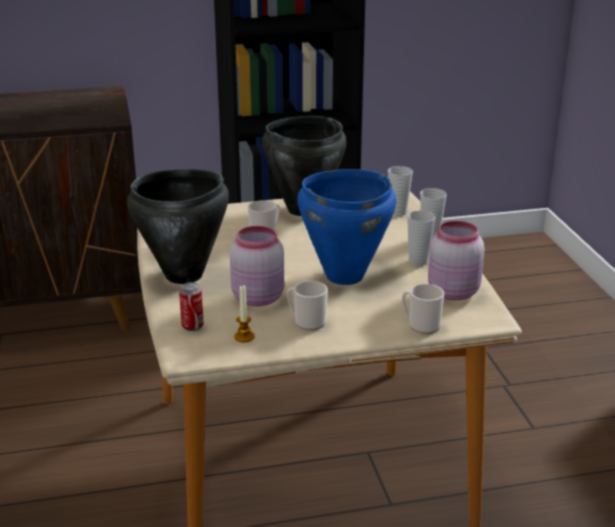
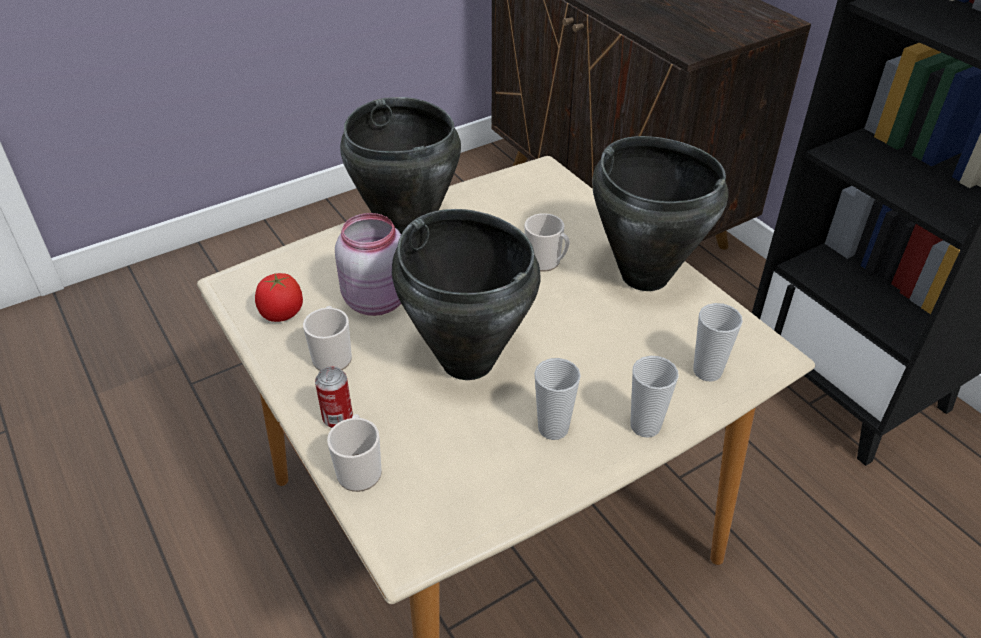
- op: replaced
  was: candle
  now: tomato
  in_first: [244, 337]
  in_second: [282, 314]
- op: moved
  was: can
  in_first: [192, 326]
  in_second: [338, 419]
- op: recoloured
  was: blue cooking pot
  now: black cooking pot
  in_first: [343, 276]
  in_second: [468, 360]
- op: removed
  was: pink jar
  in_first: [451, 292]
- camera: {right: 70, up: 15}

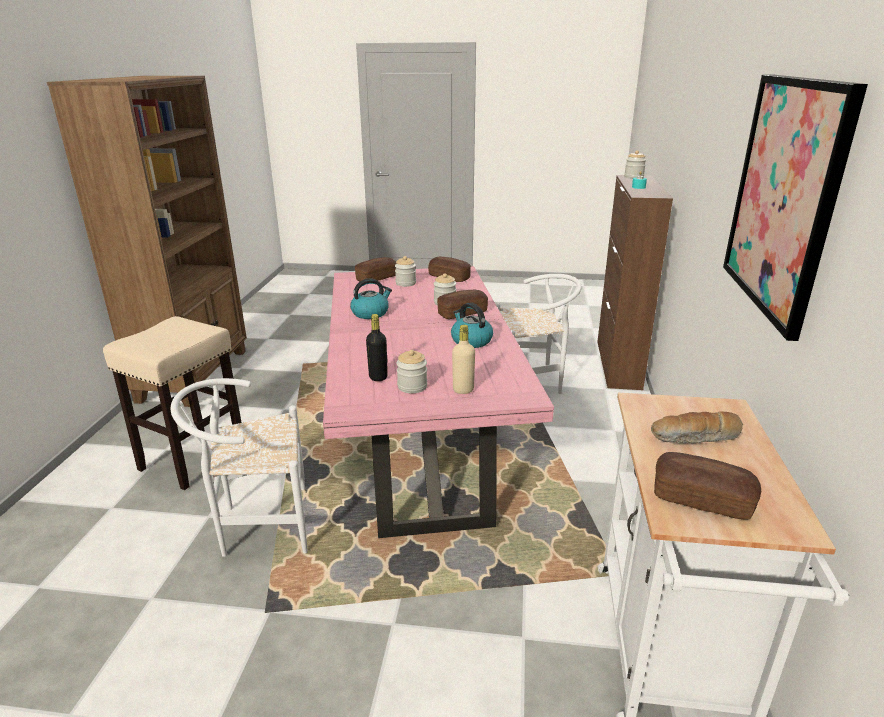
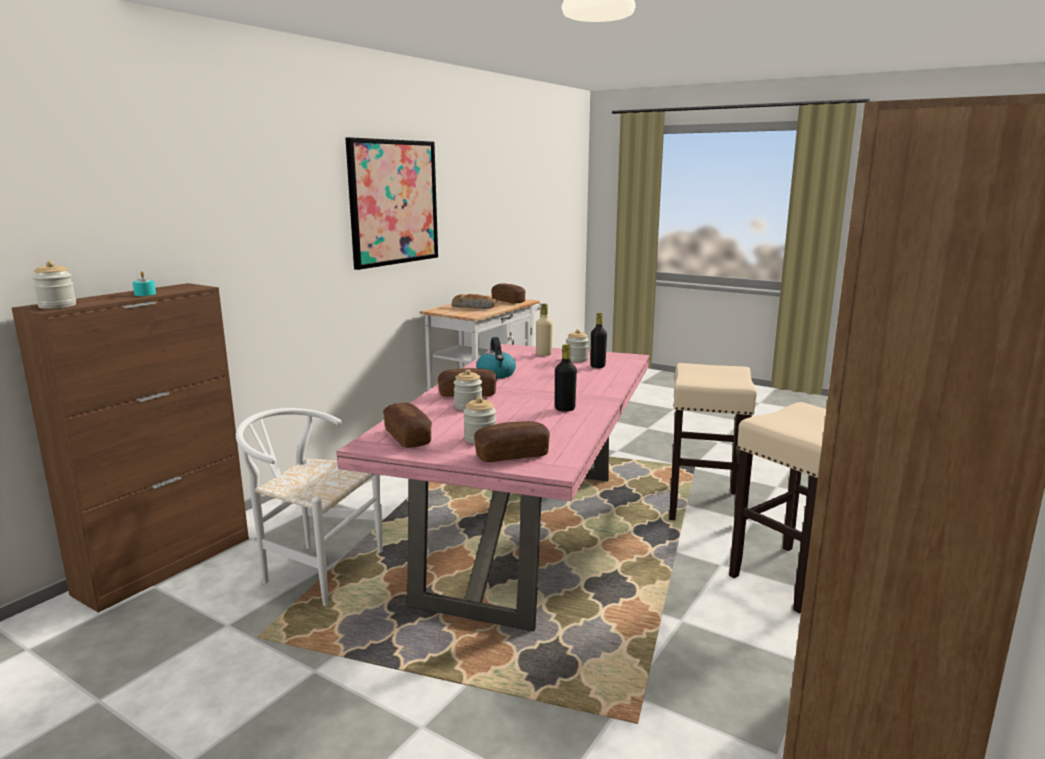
- op: replaced
  was: kettle
  now: black bottle
  in_first: [370, 313]
  in_second: [565, 409]
- op: replaced
  was: white chair
  now: beige stool
  in_first: [258, 525]
  in_second: [704, 506]
- camera: {right: -155, up: -10}

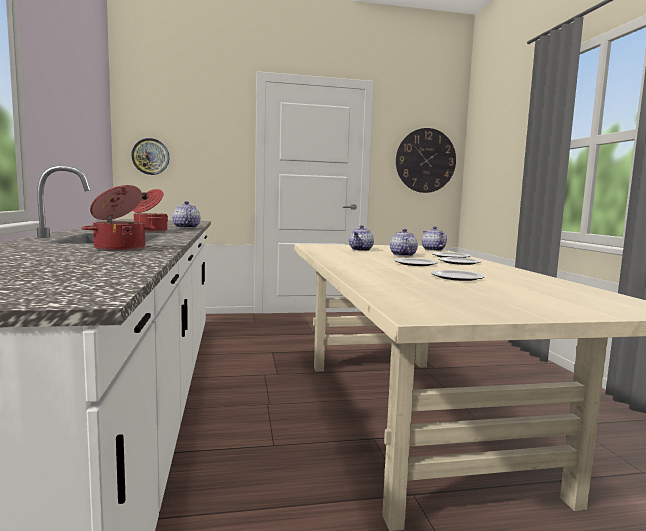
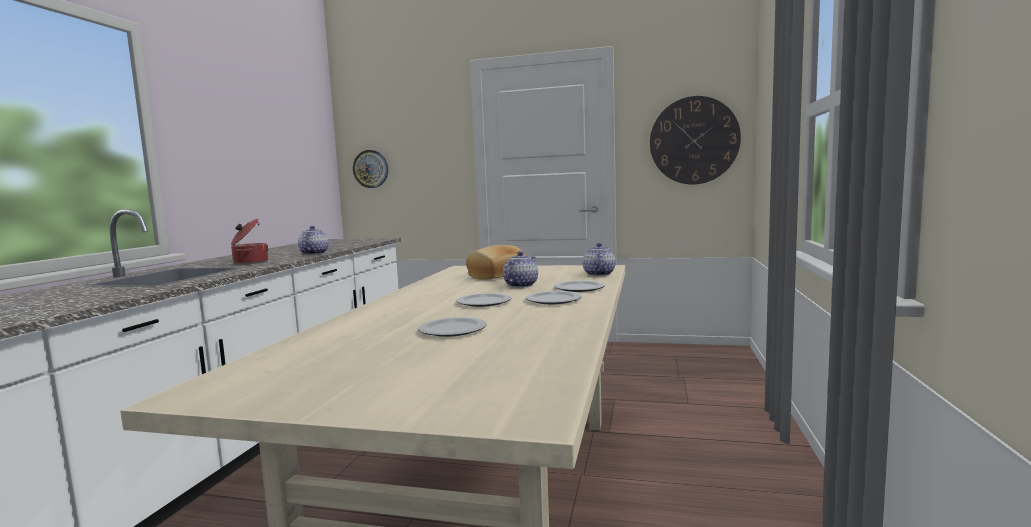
- op: replaced
  was: teapot
  now: bread
  in_first: [361, 250]
  in_second: [498, 275]
- op: removed
  was: cooking pot
  in_first: [119, 249]
- camera: {right: 25, up: 0}

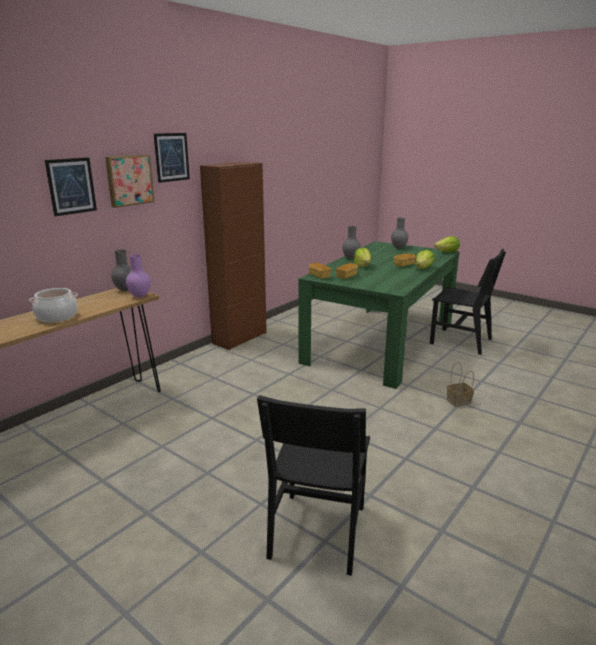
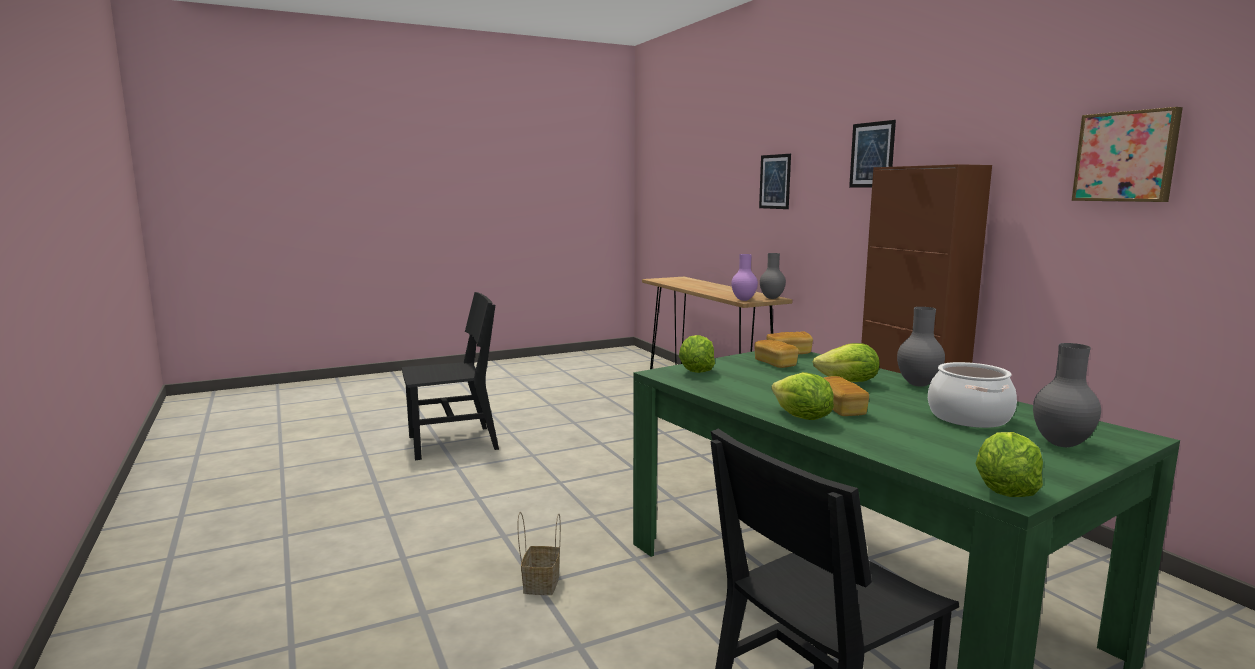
- op: turned
  was: black chair
  in_first: [317, 531]
  in_second: [453, 443]
  clockwise: 120
- op: added
  now: lettuce
  in_second: [696, 371]
- op: moved
  was: cooking pot
  in_first: [57, 317]
  in_second: [968, 417]
- op: moved
  was: picture
  in_first: [129, 180]
  in_second: [1126, 157]
- camera: {right: 115, up: -10}

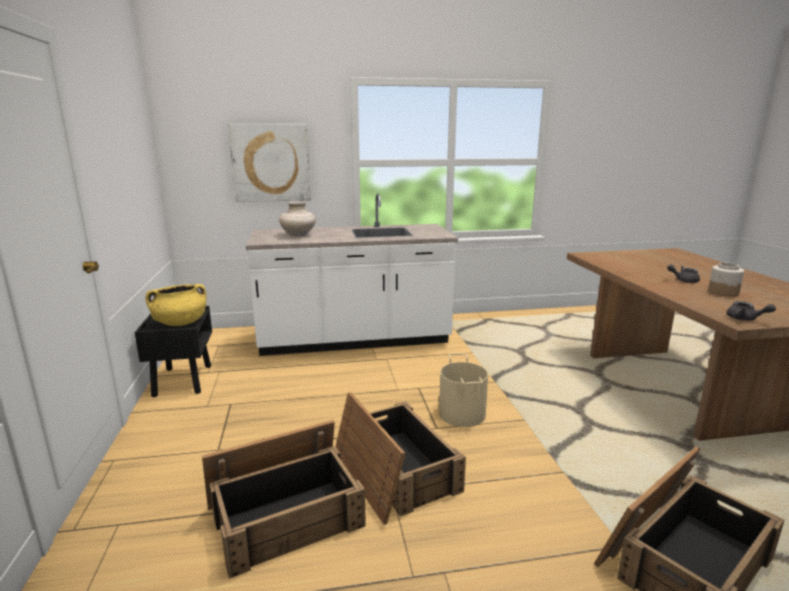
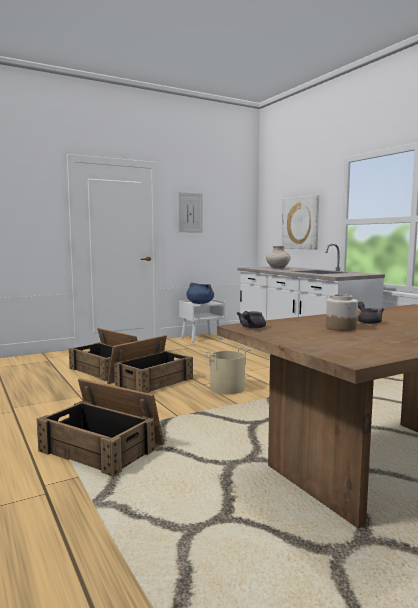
- op: added
  now: picture
  in_second: [190, 212]
- op: recoloured
  was: black nightstand
  now: white nightstand
  in_first: [183, 380]
  in_second: [202, 338]
- op: recoloured
  was: yellow cooking pot
  now: blue cooking pot
  in_first: [180, 323]
  in_second: [200, 303]
- camera: {right: 70, up: -10}

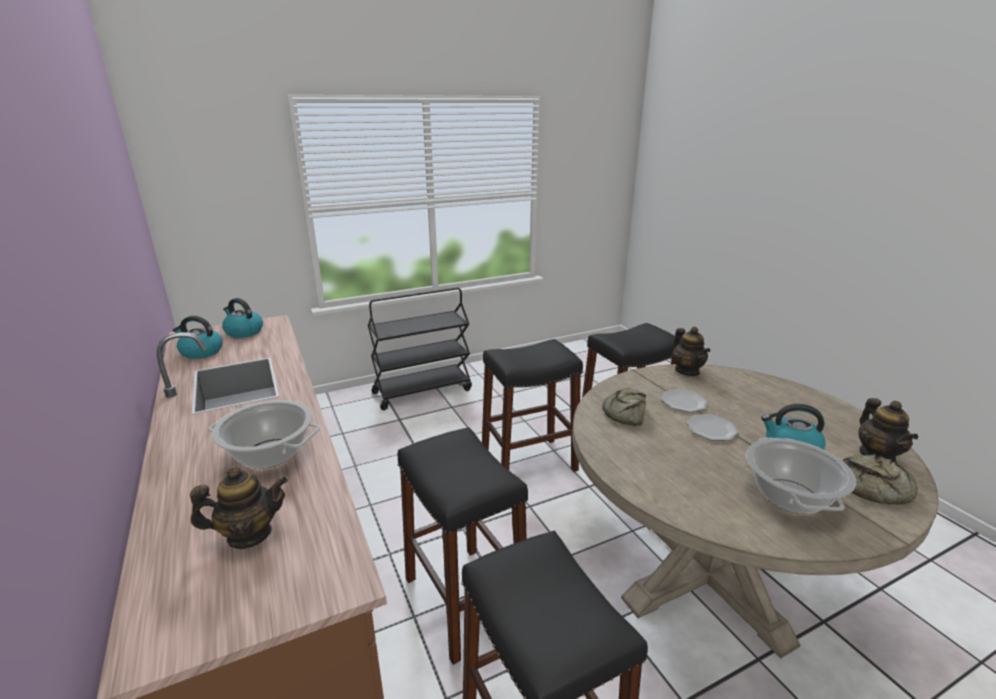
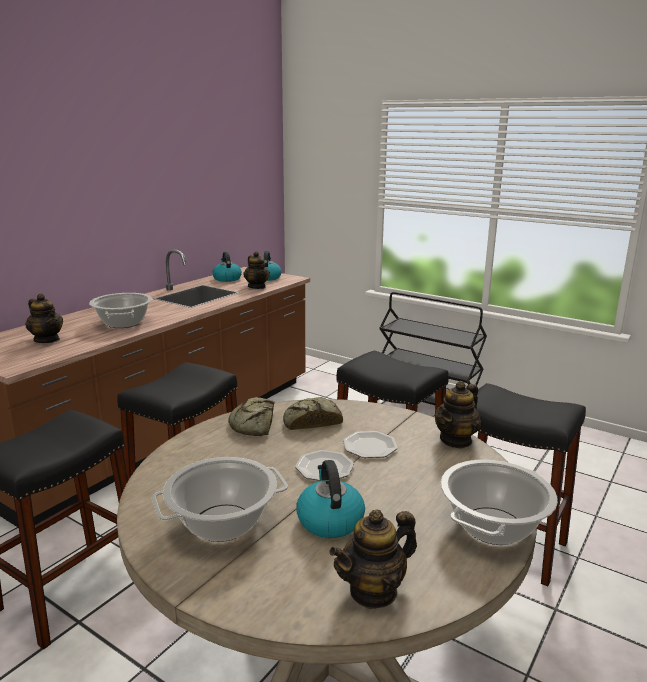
- op: moved
  was: bread
  in_first: [875, 488]
  in_second: [254, 424]
- op: added
  now: teapot
  in_second: [257, 287]
- op: added
  now: cooking pot
  in_second: [493, 527]
- camera: {right: 60, up: -5}

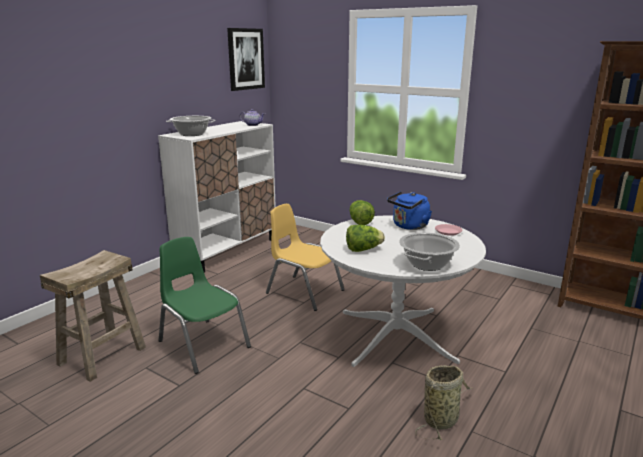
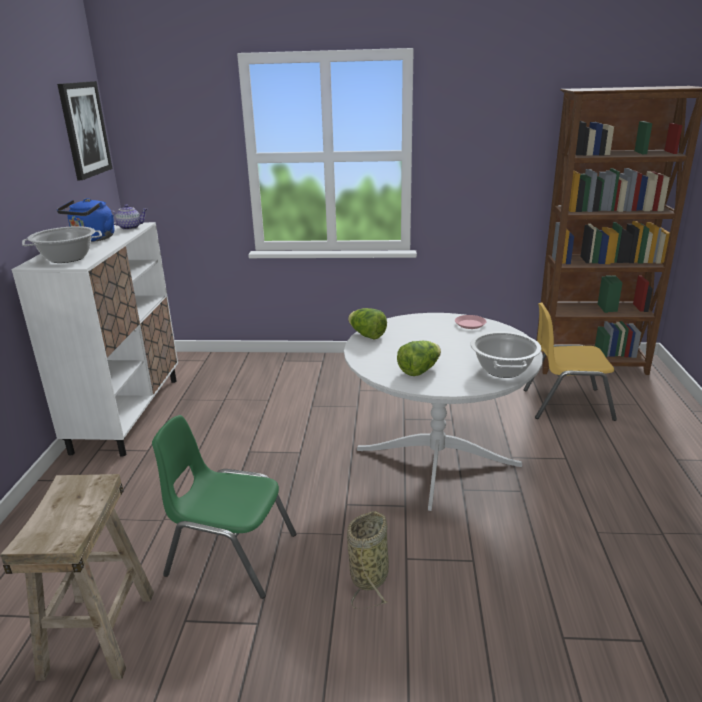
- op: moved
  was: blue kettle
  in_first: [409, 226]
  in_second: [92, 239]
- op: moved
  was: basket
  in_first: [442, 419]
  in_second: [370, 575]
- op: moved
  was: yellow chair
  in_first: [304, 292]
  in_second: [566, 404]
- camera: {right: -30, up: 5}

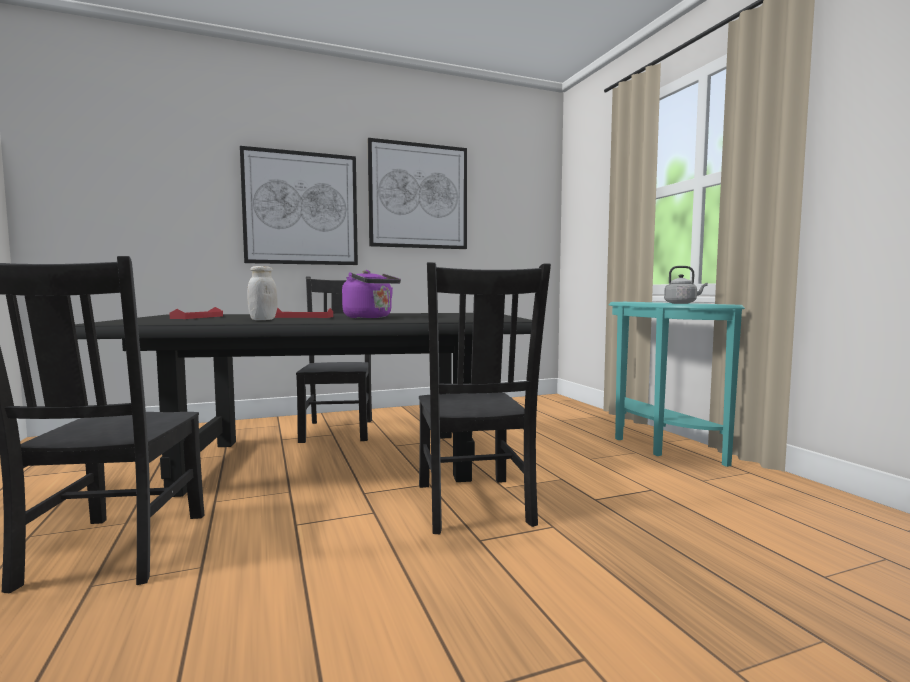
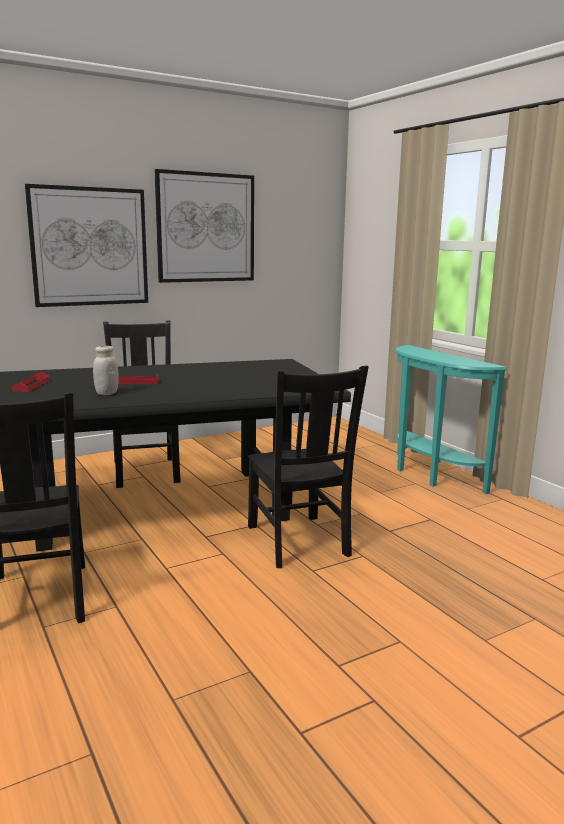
- op: removed
  was: purple kettle
  in_first: [370, 318]
- op: removed
  was: grey kettle
  in_first: [682, 303]
- camera: {right: -10, up: 10}

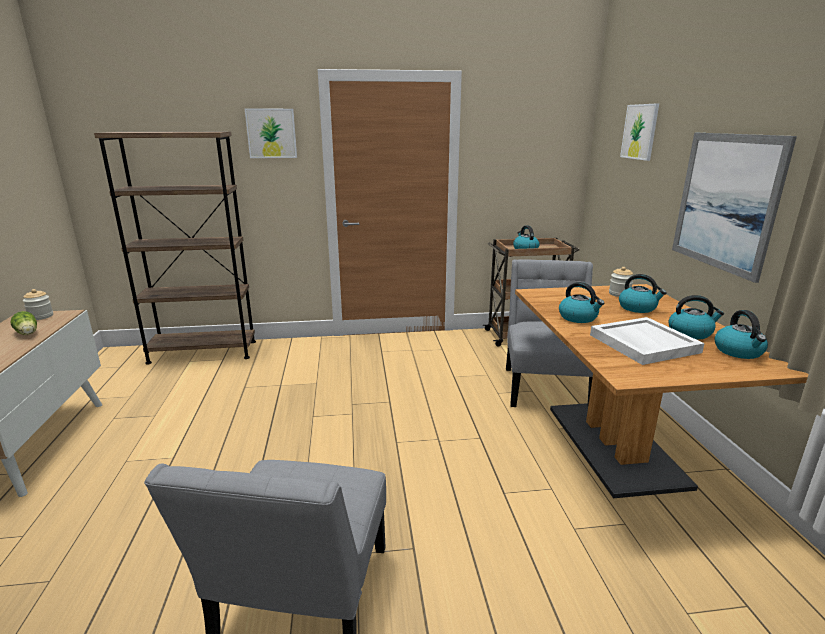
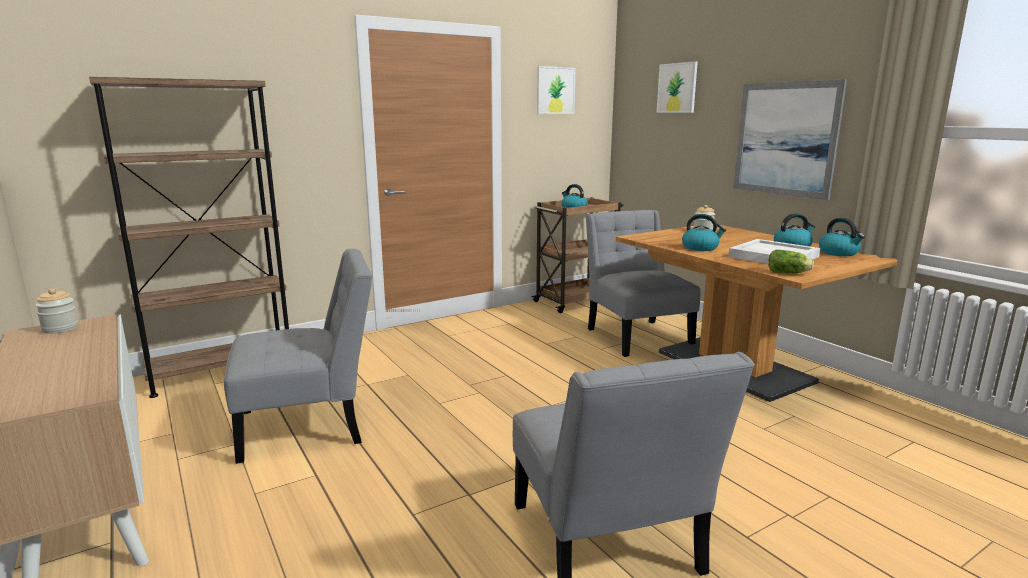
- op: added
  now: grey chair
  in_second: [310, 425]
- op: moved
  was: picture
  in_first: [271, 133]
  in_second: [555, 90]
- op: moved
  was: lettuce
  in_first: [27, 333]
  in_second: [789, 273]
- op: removed
  was: kettle
  in_first: [638, 308]
- camera: {right: -25, up: -5}

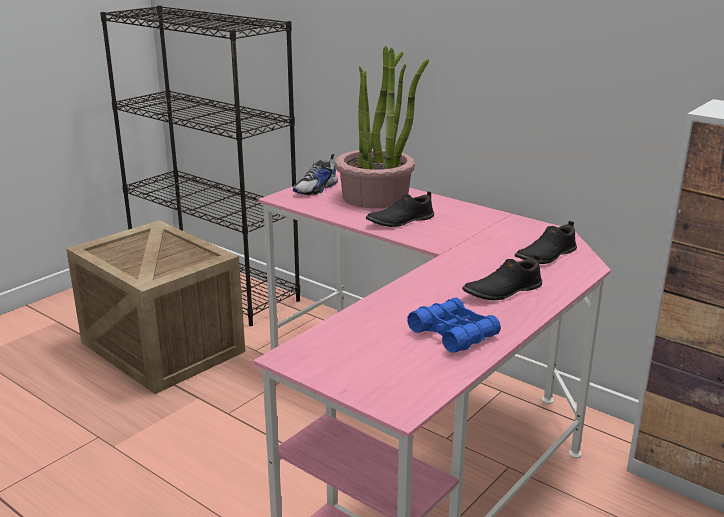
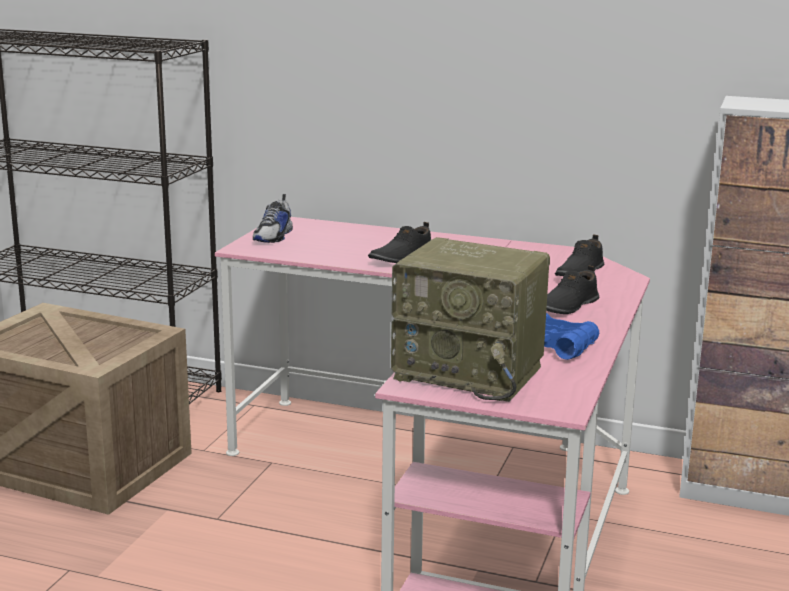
- op: added
  now: radio
  in_second: [471, 372]
- op: removed
  was: potted plant
  in_first: [376, 197]
- camera: {right: -20, up: -5}

